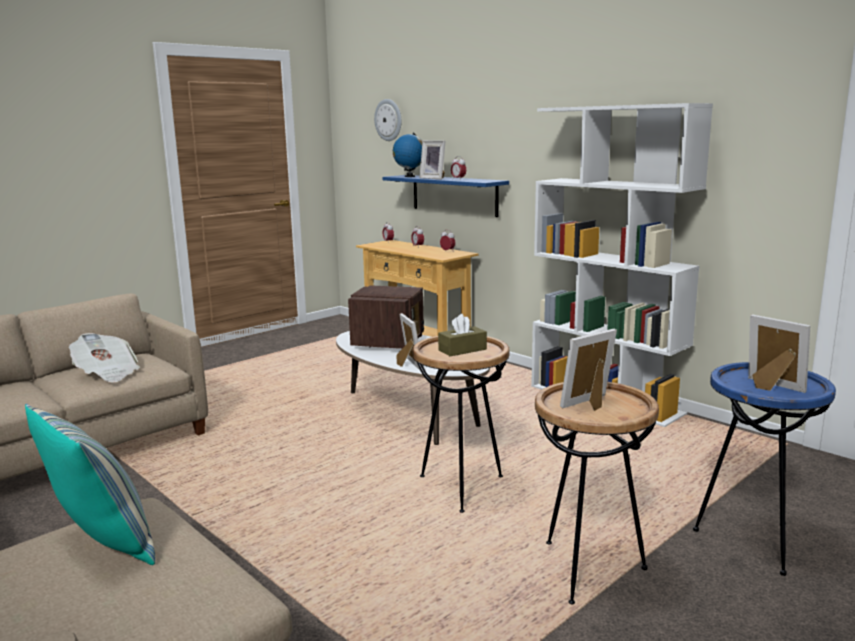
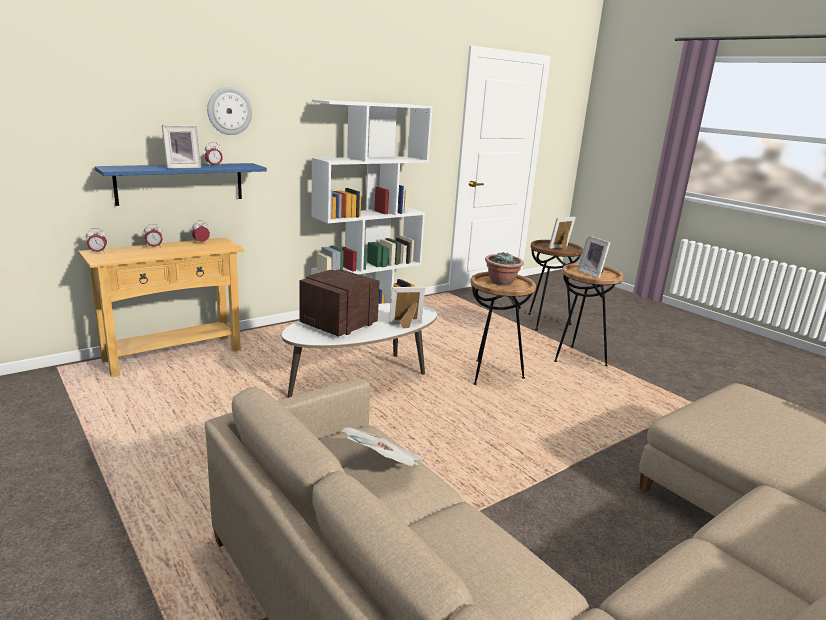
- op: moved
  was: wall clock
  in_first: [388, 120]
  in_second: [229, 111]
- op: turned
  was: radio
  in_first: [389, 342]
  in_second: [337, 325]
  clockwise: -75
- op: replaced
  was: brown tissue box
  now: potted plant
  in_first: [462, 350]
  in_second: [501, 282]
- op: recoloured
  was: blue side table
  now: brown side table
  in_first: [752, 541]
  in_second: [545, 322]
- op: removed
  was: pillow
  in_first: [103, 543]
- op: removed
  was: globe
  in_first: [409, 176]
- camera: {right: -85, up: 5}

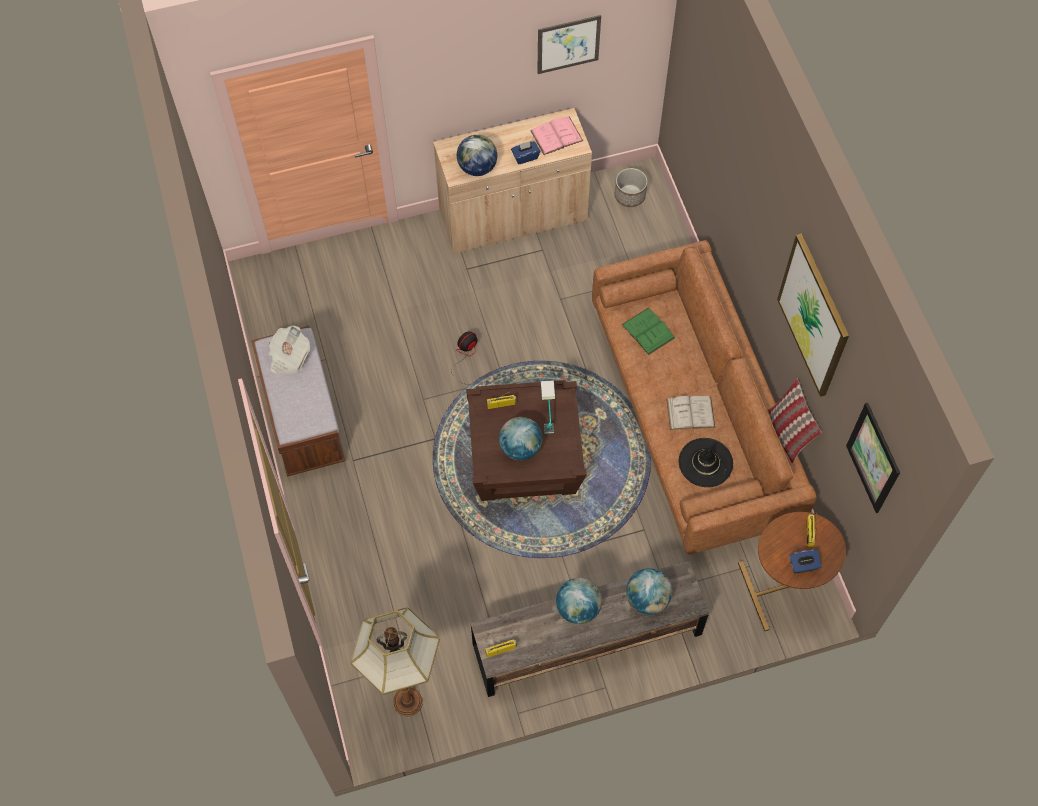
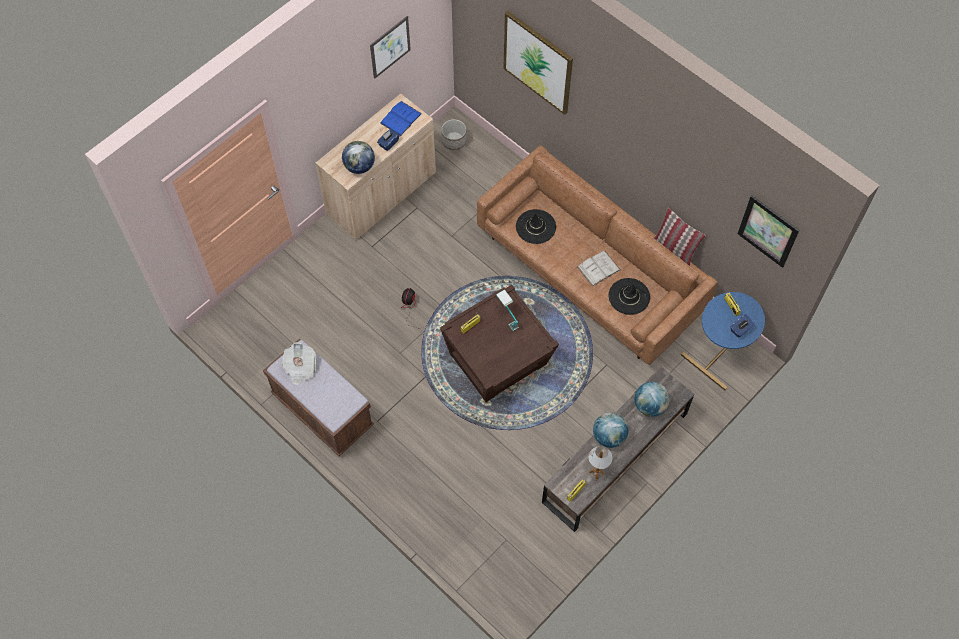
- op: recoloured
  was: pink book
  now: blue book
  in_first: [556, 135]
  in_second: [401, 118]
- op: moved
  was: picture
  in_first: [813, 315]
  in_second: [538, 62]
- op: replaced
  was: green book
  now: black hat
  in_first: [648, 331]
  in_second: [535, 227]
- op: added
  now: table lamp
  in_second: [596, 473]
- op: recoloured
  was: brown side table
  now: blue side table
  in_first: [783, 587]
  in_second: [719, 355]
- op: removed
  was: floor lamp
  in_first: [408, 703]
- op: removed
  was: globe
  in_first: [520, 447]
- camera: {right: -30, up: 0}

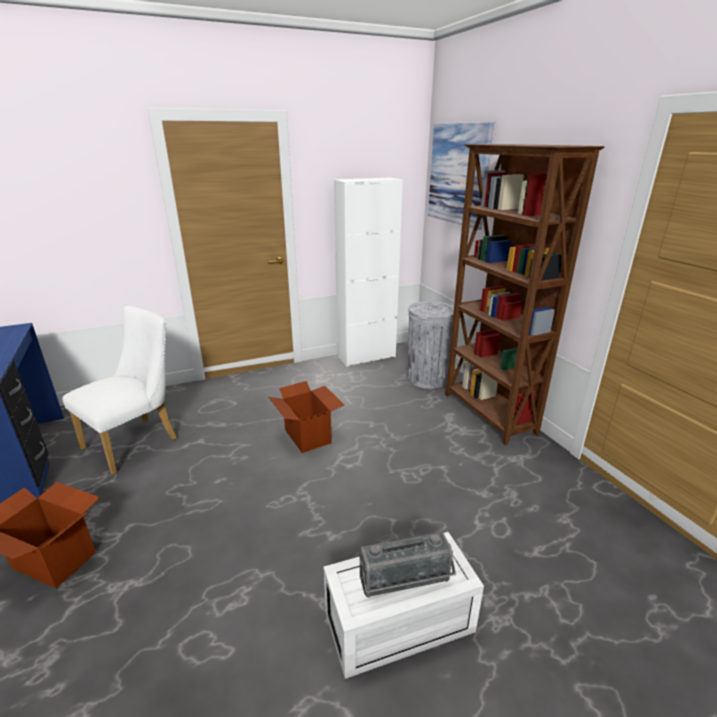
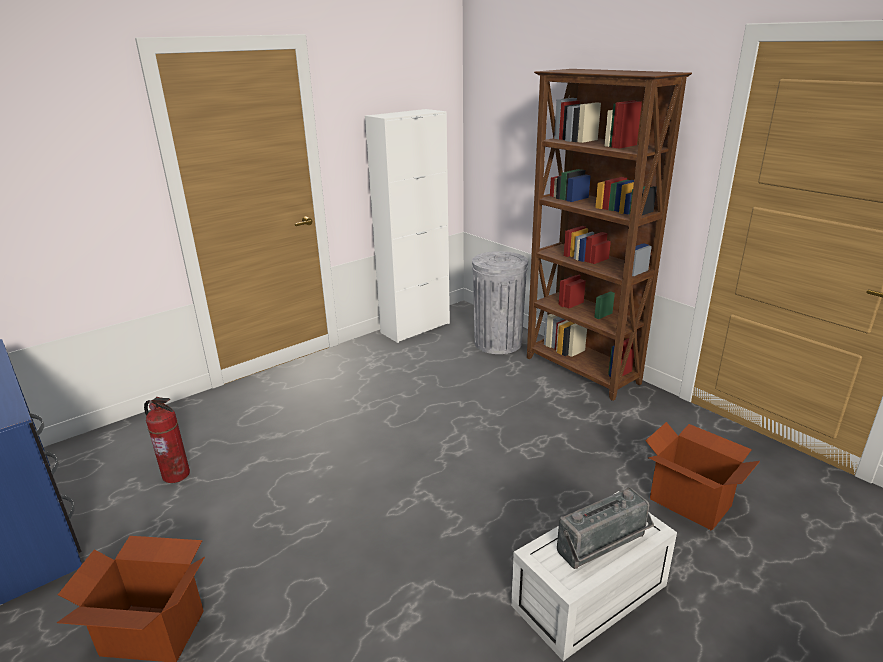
- op: replaced
  was: white chair
  now: fire extinguisher
  in_first: [137, 441]
  in_second: [177, 474]
- op: moved
  was: cardboard box
  in_first: [308, 436]
  in_second: [690, 502]
- op: removed
  was: picture
  in_first: [458, 174]
- camera: {right: -15, up: 0}

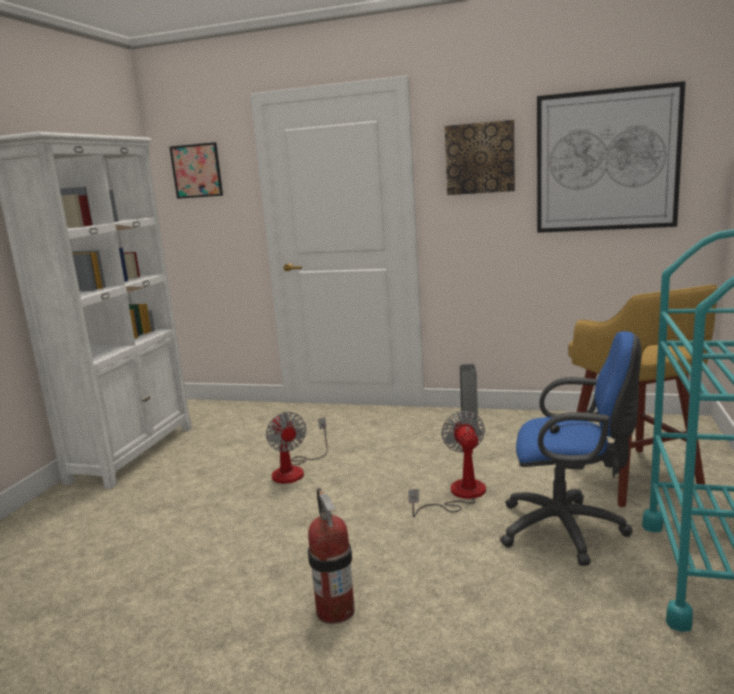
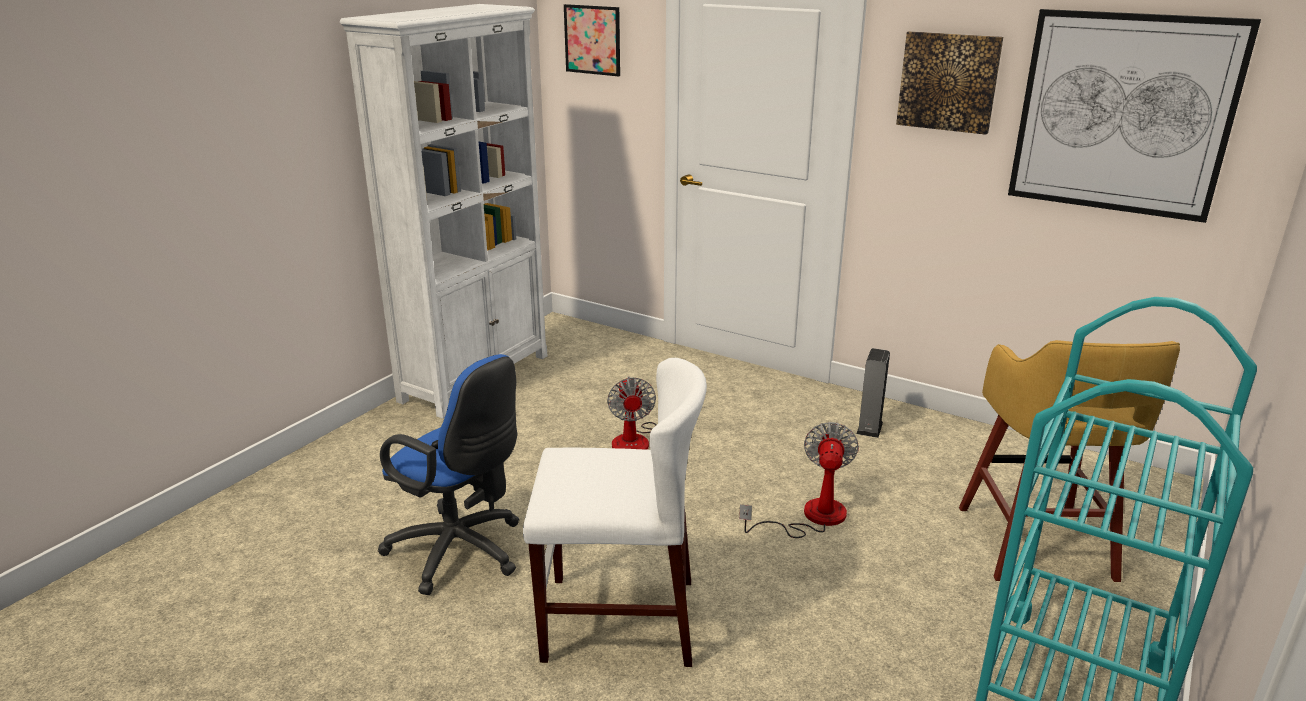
- op: moved
  was: blue office chair
  in_first: [568, 530]
  in_second: [462, 553]
- op: replaced
  was: fire extinguisher
  now: white chair
  in_first: [335, 610]
  in_second: [619, 619]
- camera: {right: 15, up: 10}

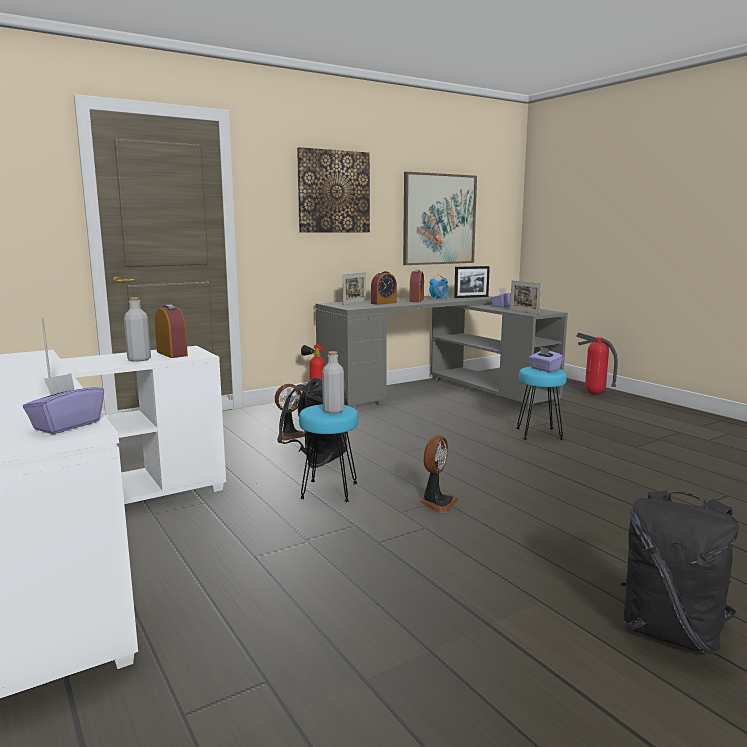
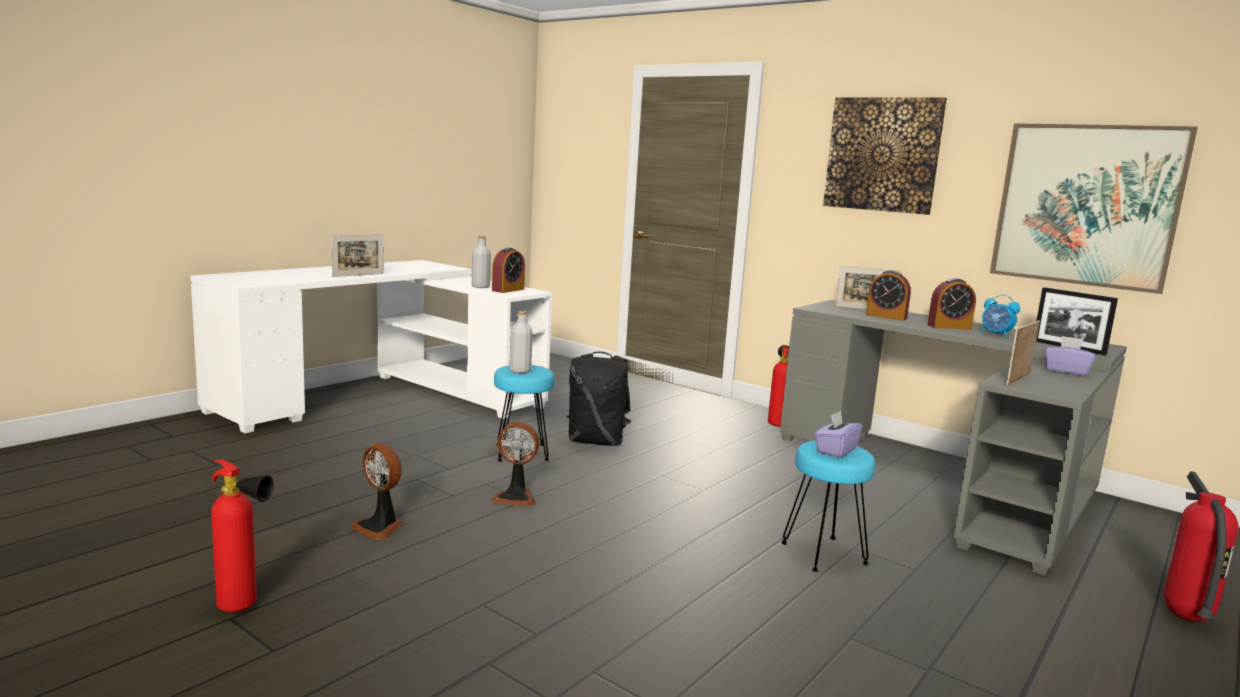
- op: replaced
  was: black backpack
  now: fire extinguisher
  in_first: [671, 632]
  in_second: [244, 608]
- op: moved
  was: fan
  in_first: [290, 435]
  in_second: [379, 527]
- op: removed
  was: purple tissue box
  in_first: [67, 425]
- camera: {right: 70, up: 0}

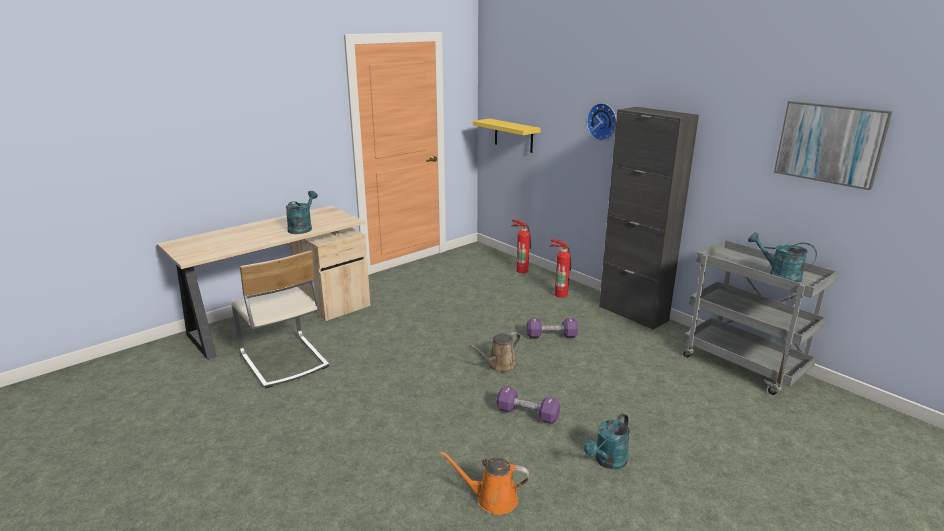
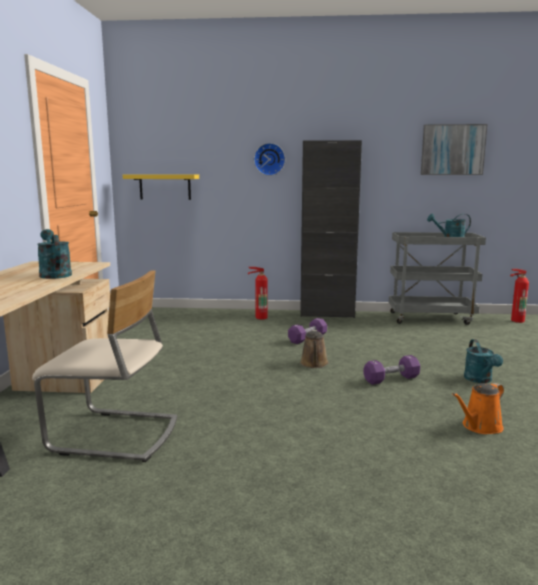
- op: moved
  was: fire extinguisher
  in_first: [522, 270]
  in_second: [515, 320]
- camera: {right: -45, up: -10}

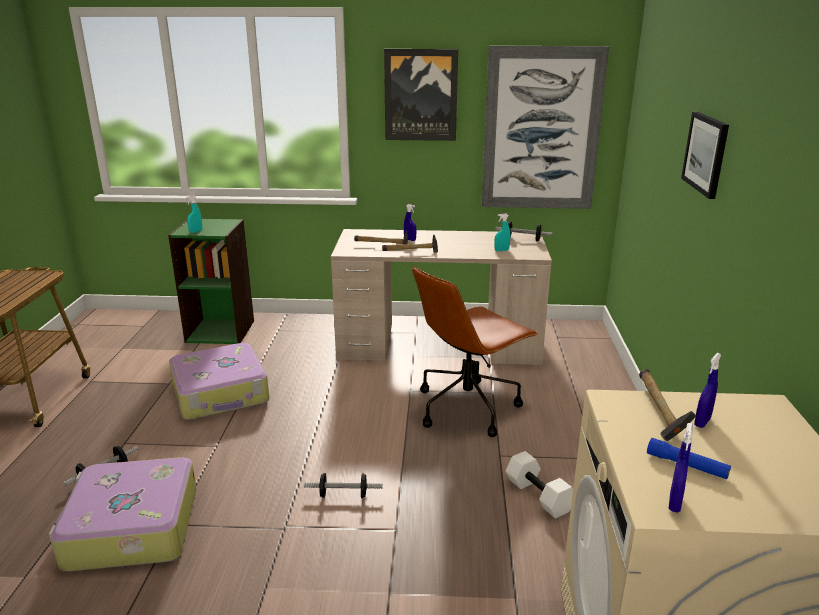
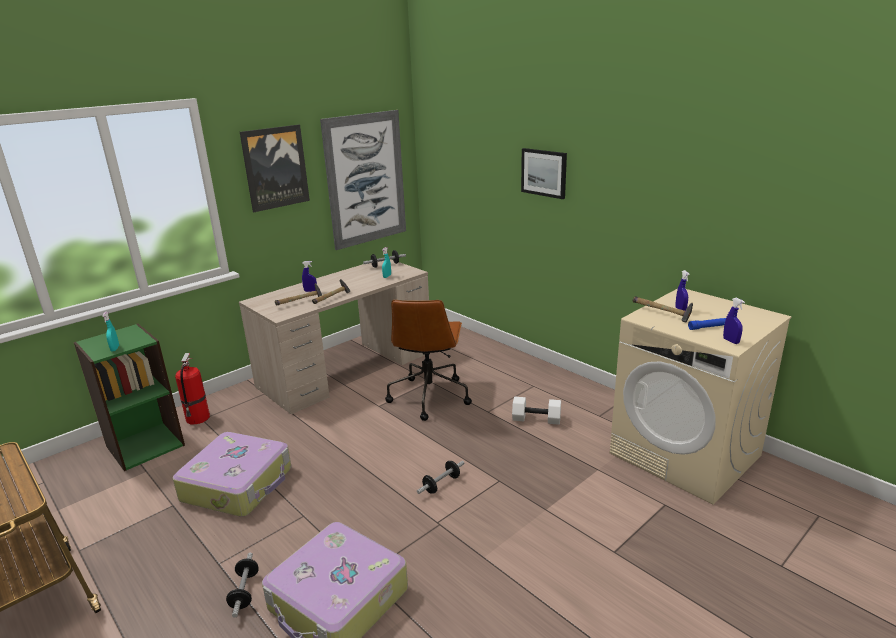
- op: added
  now: fire extinguisher
  in_second: [197, 418]
- camera: {right: -45, up: 0}

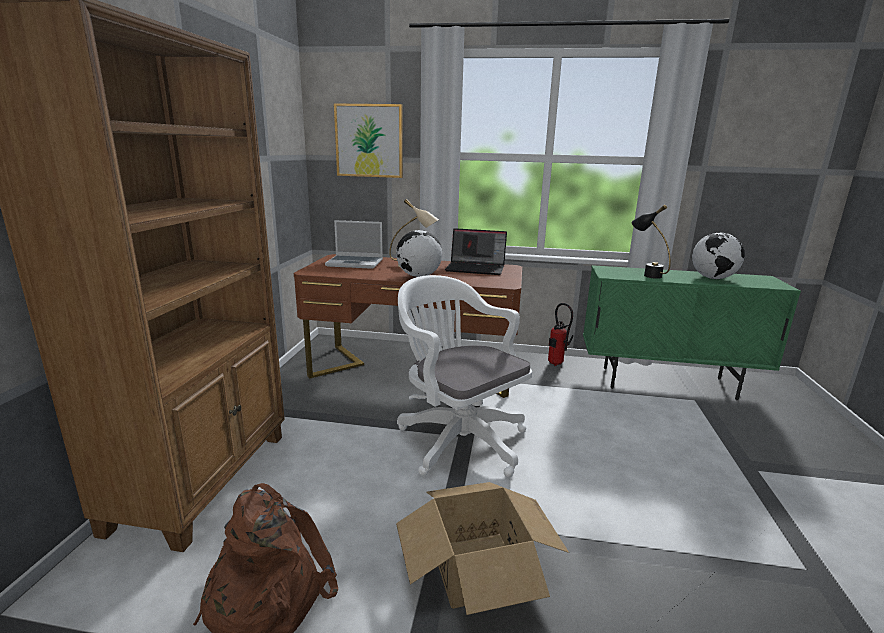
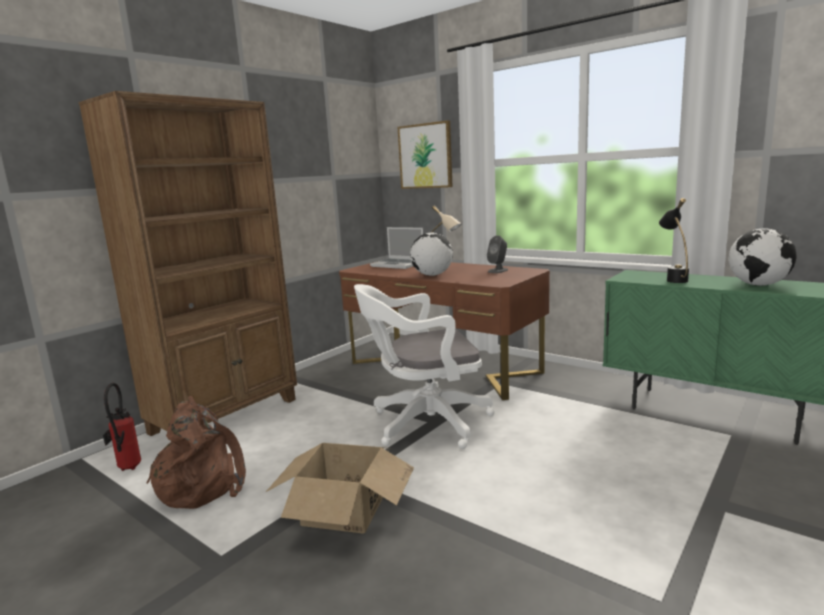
- op: moved
  was: fire extinguisher
  in_first: [556, 364]
  in_second: [127, 469]
- op: turned
  was: white office chair
  in_first: [457, 438]
  in_second: [424, 423]
  clockwise: -90
- op: replaced
  was: laptop
  now: grey speaker
  in_first: [476, 268]
  in_second: [498, 270]
- camera: {right: 30, up: -5}

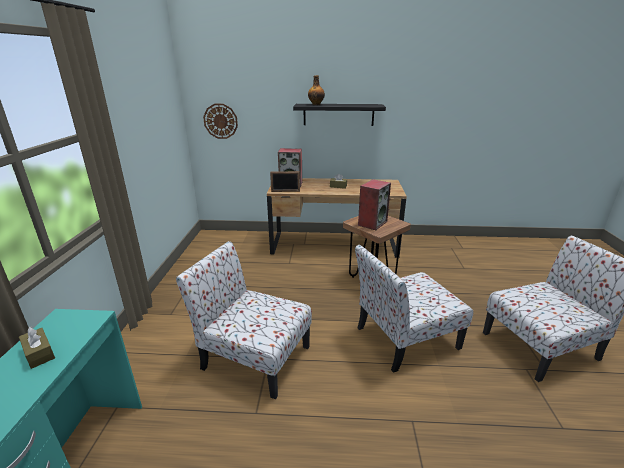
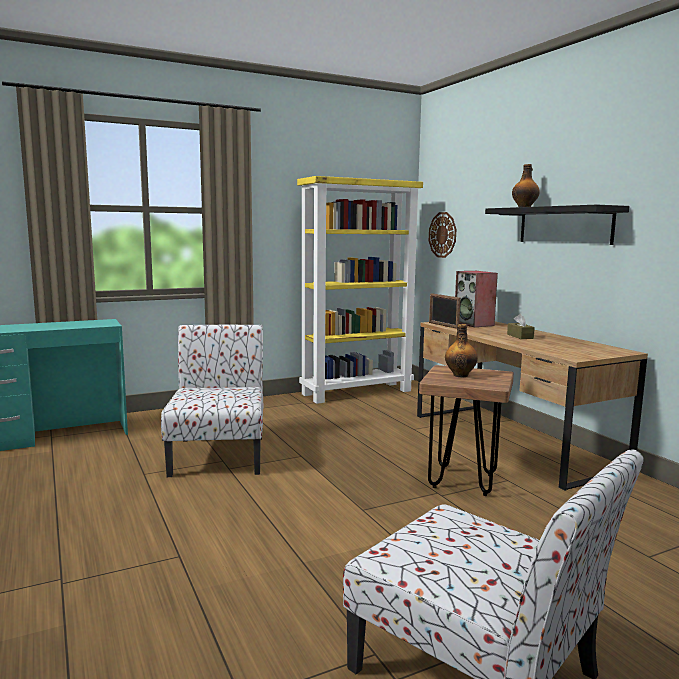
- op: added
  now: yellow bookcase
  in_second: [357, 392]
- op: replaced
  was: speaker
  now: bottle
  in_first: [372, 223]
  in_second: [460, 375]
- op: removed
  was: brown tissue box
  in_first: [39, 353]
- op: removed
  was: chair
  in_first: [404, 338]
- camera: {right: 60, up: -15}

